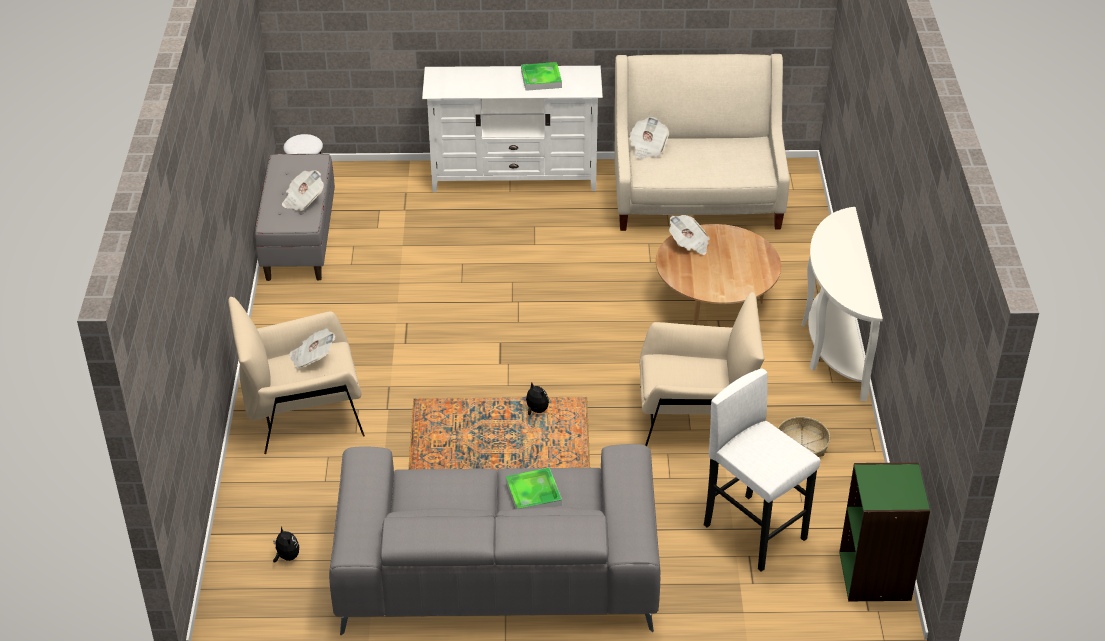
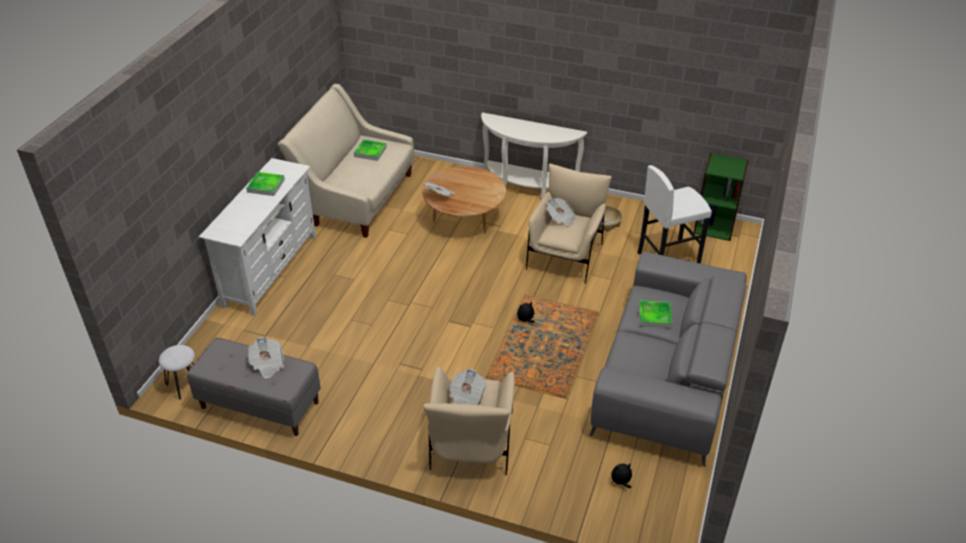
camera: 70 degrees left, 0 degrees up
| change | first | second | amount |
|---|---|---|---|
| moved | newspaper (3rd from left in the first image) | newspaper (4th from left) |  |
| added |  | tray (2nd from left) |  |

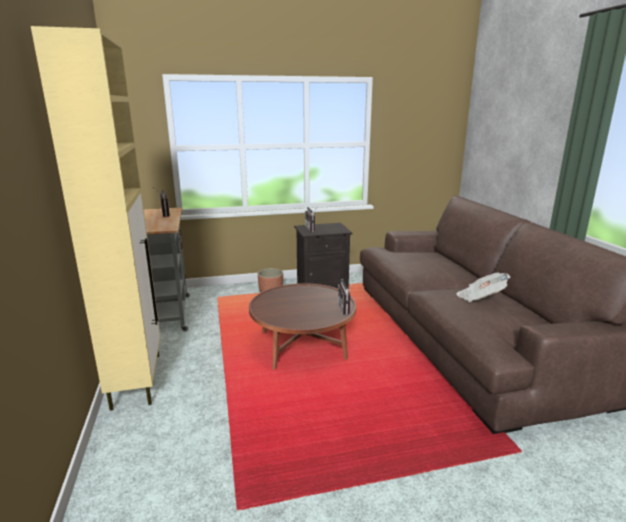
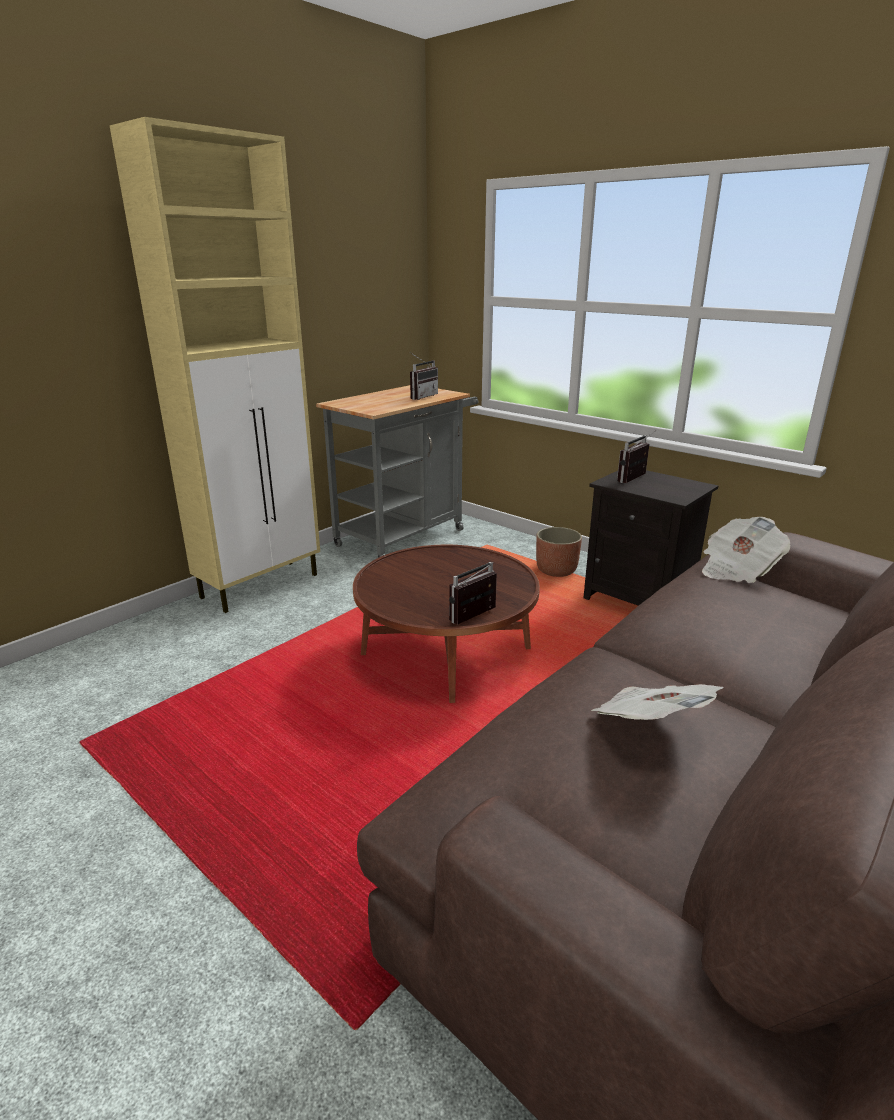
camera: 55 degrees right, 5 degrees up
| change | first | second | amount |
|---|---|---|---|
| added |  | newspaper (2nd from left) |  |

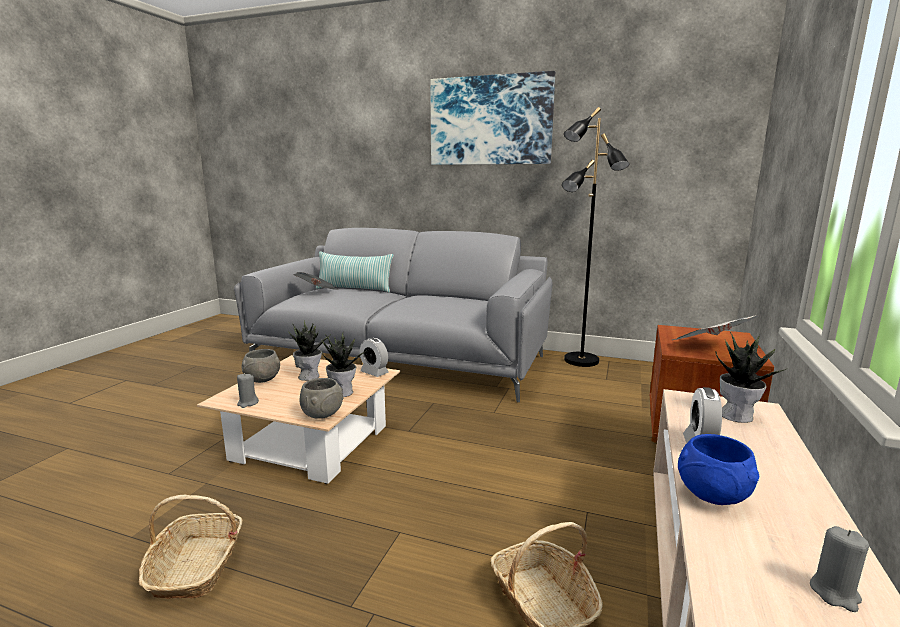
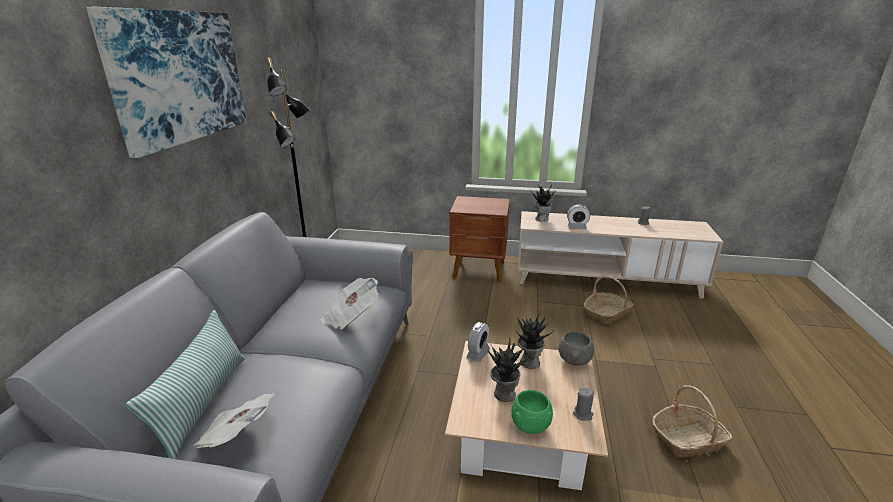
camera: 100 degrees left, 10 degrees up
| change | first | second | amount |
|---|---|---|---|
| recoloured | grey bowl (1st from left) | green bowl |  |
| moved | newspaper (2nd from left) |  |  |
| removed | blue bowl |  |  |

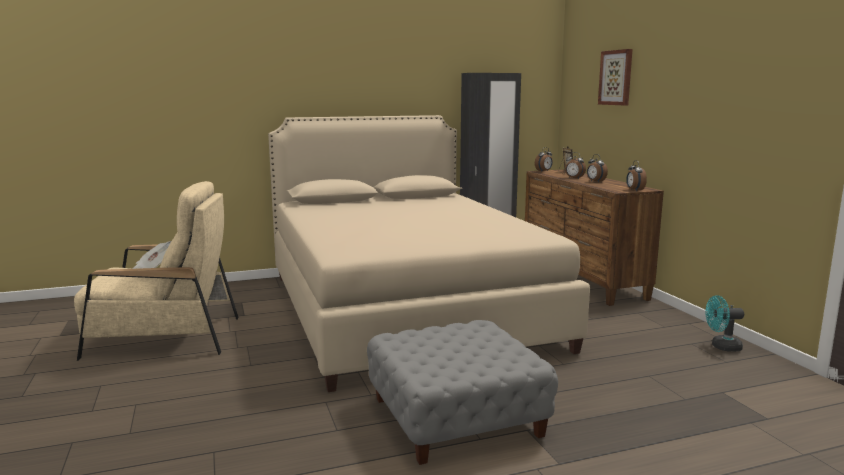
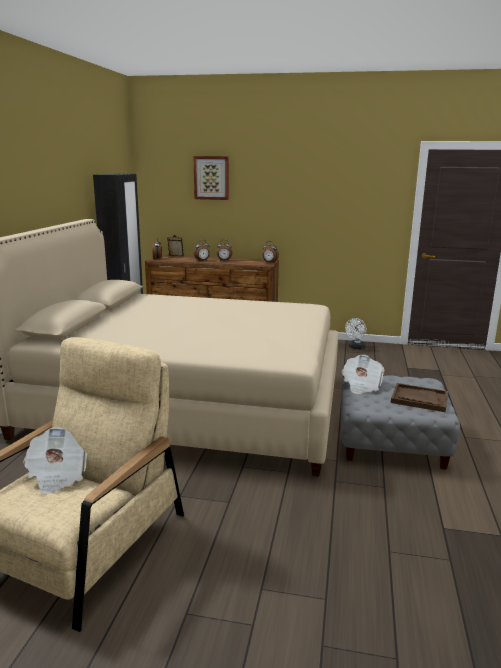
camera: 60 degrees left, 5 degrees up
| change | first | second | amount |
|---|---|---|---|
| recoloured | turquoise fan | white fan |  |
| added |  | newspaper (2nd from left) |  |
| added |  | brown tray |  |

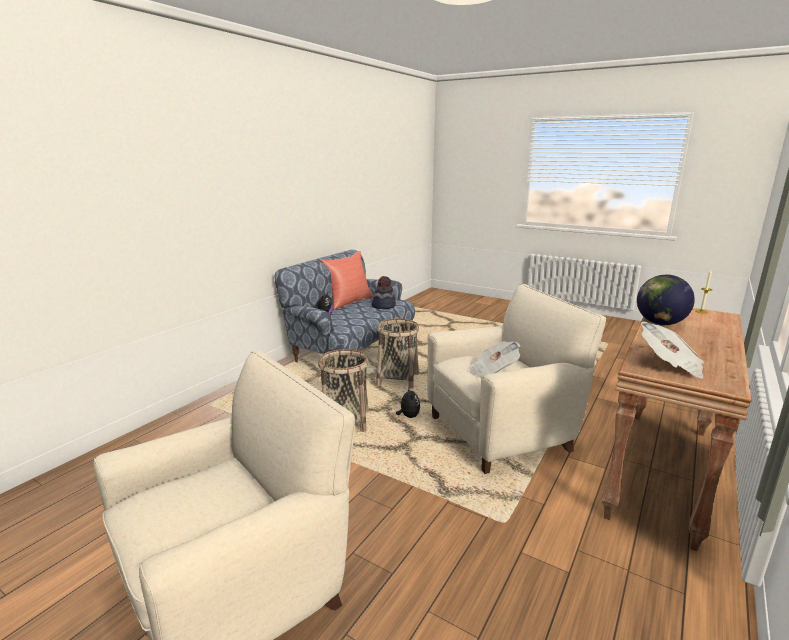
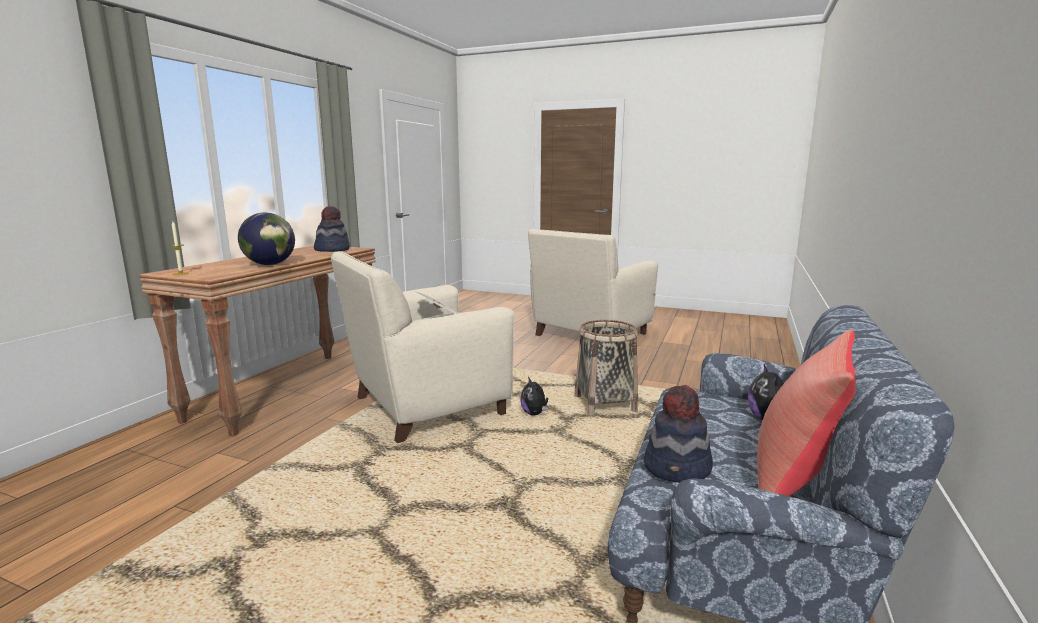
camera: 170 degrees right, 5 degrees down
| change | first | second | amount |
|---|---|---|---|
| removed | basket (2nd from left) |  |  |
| replaced | newspaper (2nd from left) | hat (1st from left) |  |

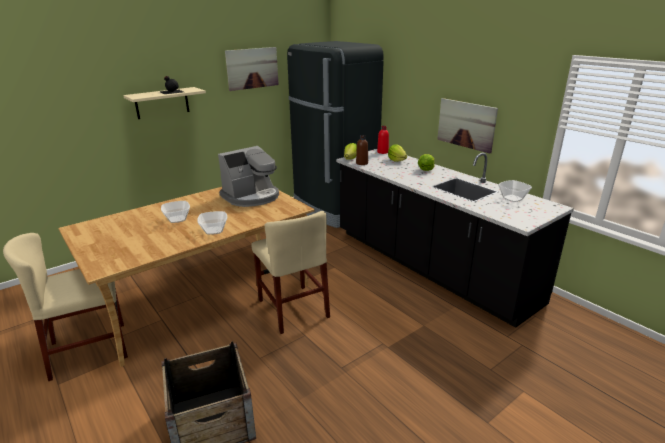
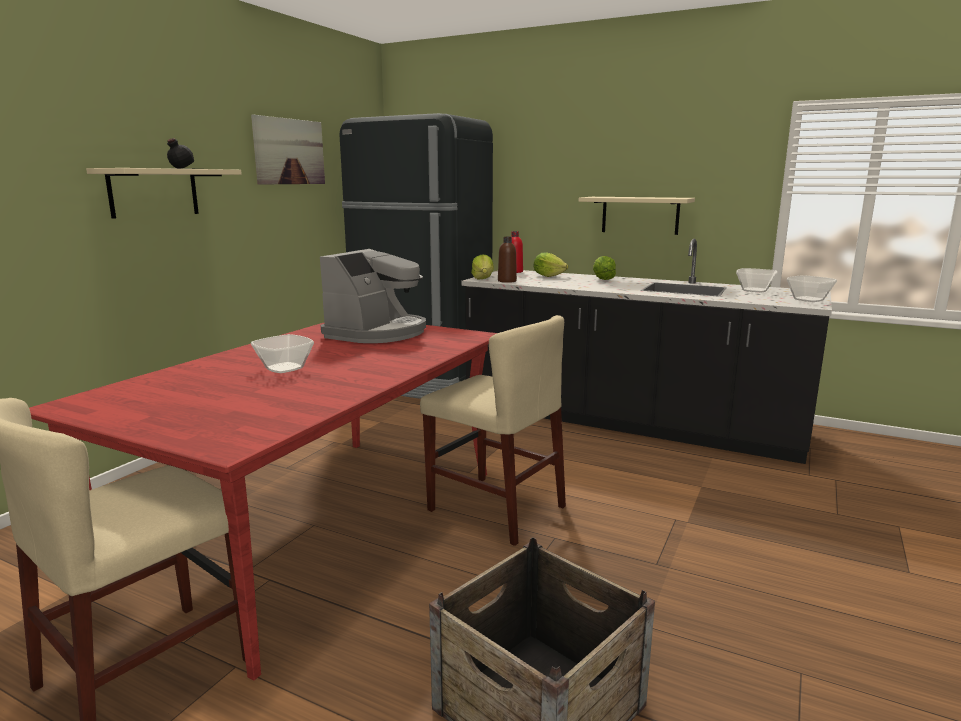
camera: 25 degrees left, 10 degrees down
| change | first | second | amount |
|---|---|---|---|
| recoloured | beige dining table | red dining table |  |
| moved | bowl (2nd from left in the first image) | bowl (3rd from left) |  |
| replaced | picture (2nd from left) | beige shelf (2nd from left) |  |

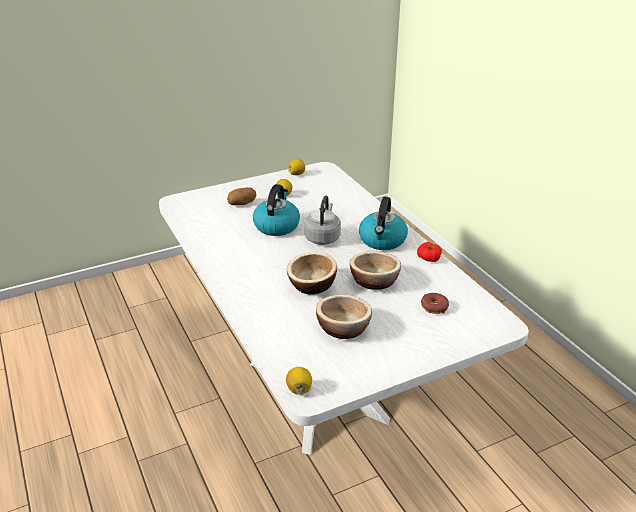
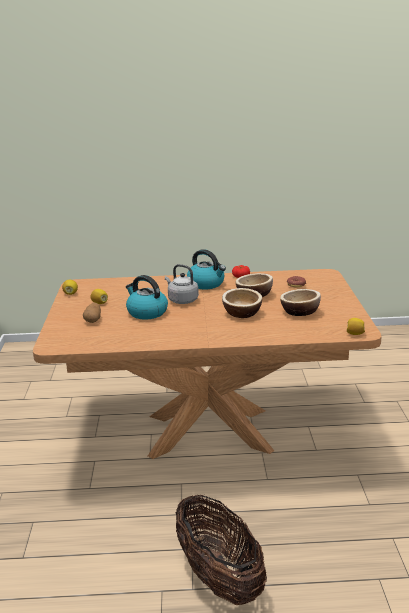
camera: 65 degrees left, 10 degrees down
| change | first | second | amount |
|---|---|---|---|
| recoloured | white dining table | brown dining table |  |
| added |  | basket |  |

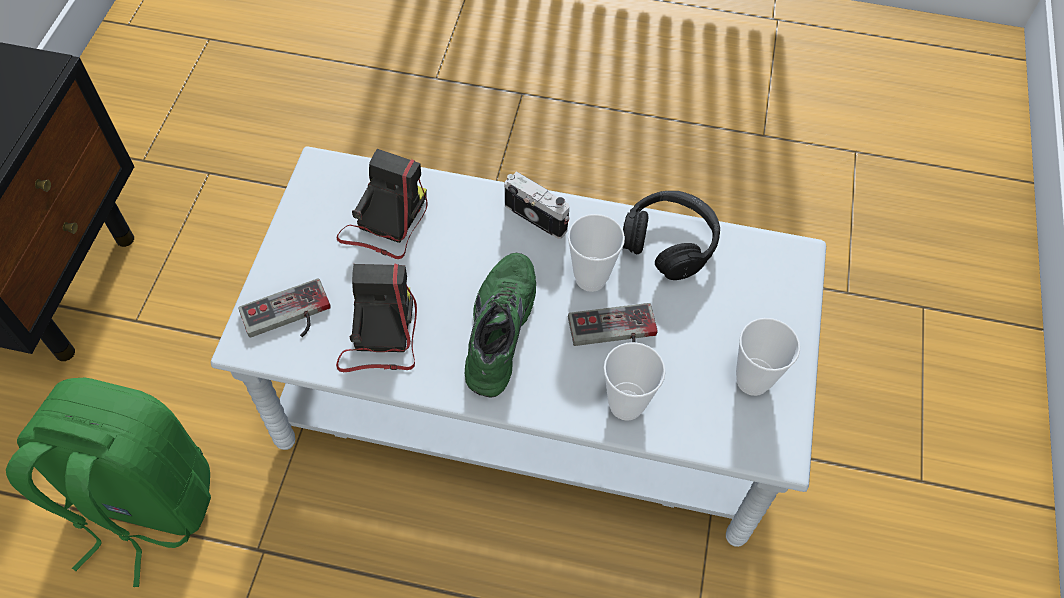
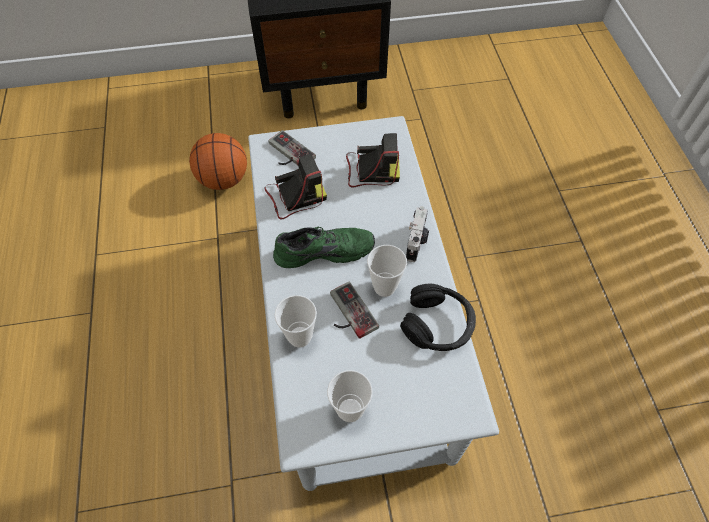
camera: 70 degrees right, 0 degrees up
| change | first | second | amount |
|---|---|---|---|
| replaced | green backpack | basketball |  |

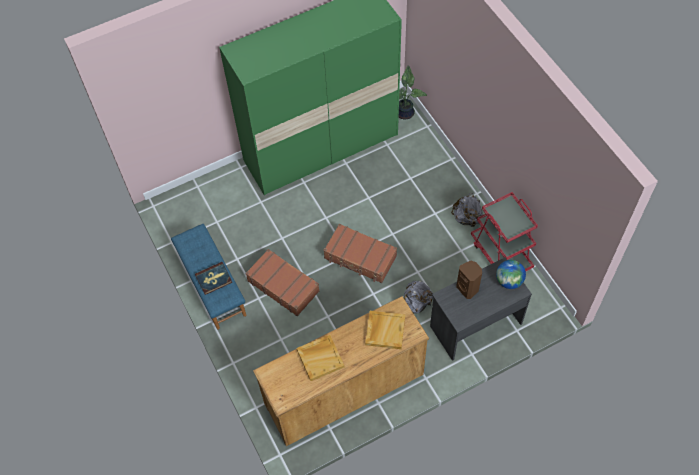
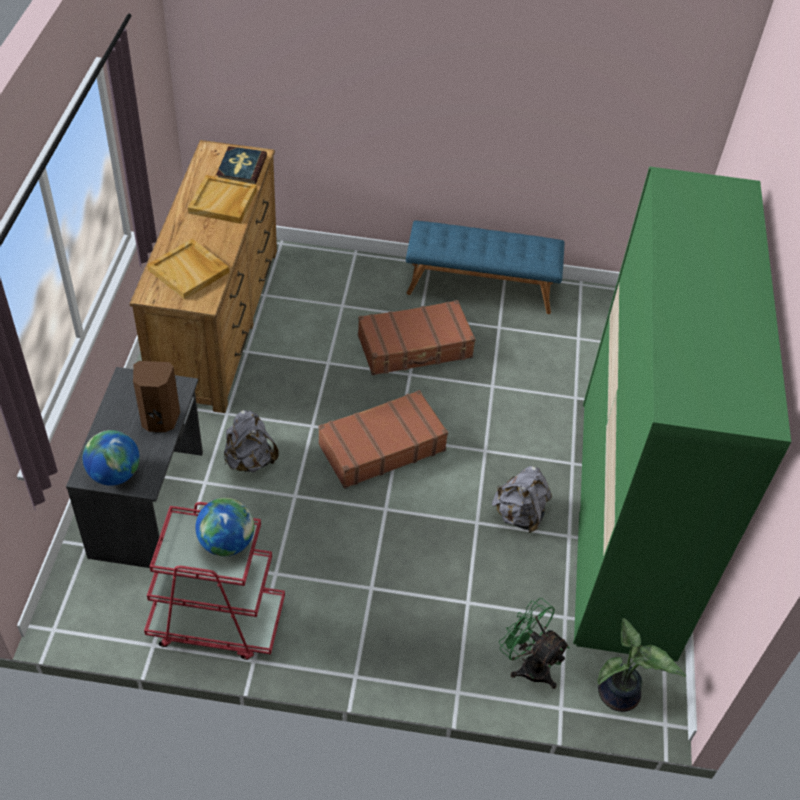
camera: 120 degrees right, 10 degrees down
| change | first | second | amount |
|---|---|---|---|
| moved | book |  |  |
| moved | grey backpack (2nd from left) |  |  |
| added |  | globe (2nd from left) |  |
| added |  | green fan |  |

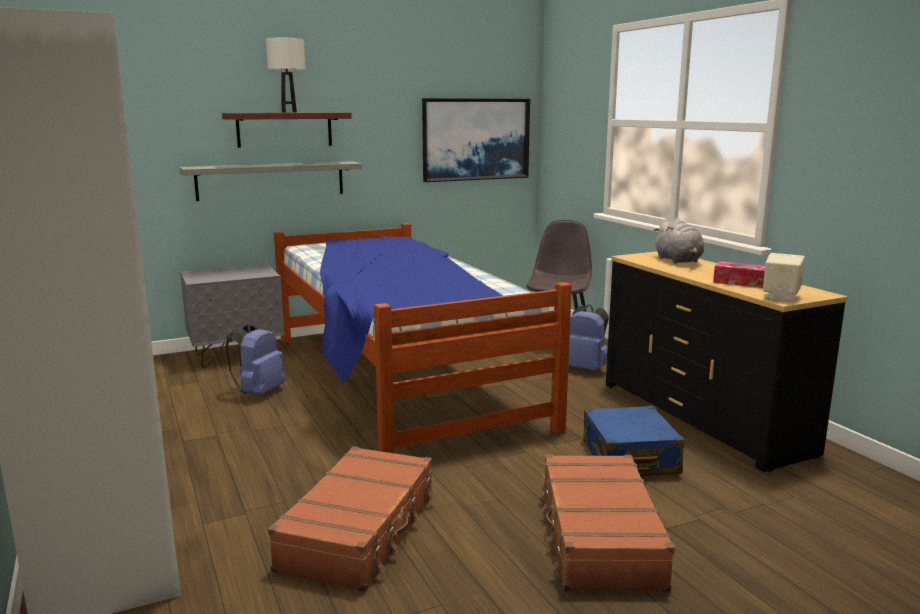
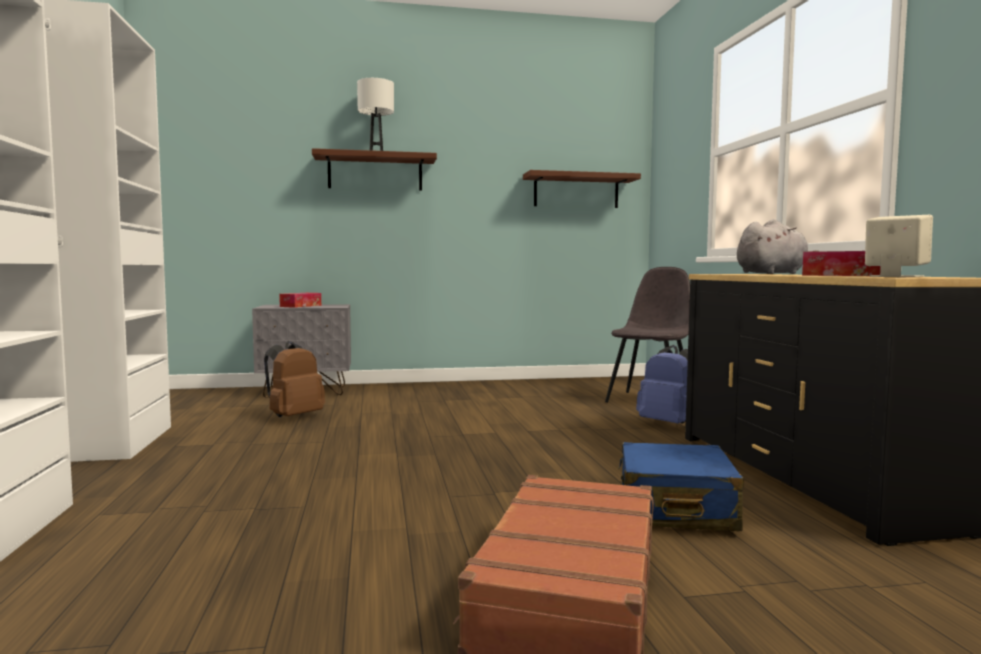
camera: 15 degrees right, 10 degrees down
| change | first | second | amount |
|---|---|---|---|
| removed | grey shelf |  |  |
| recoloured | blue backpack (1st from left) | brown backpack |  |
| removed | brown suitcase (1st from left) |  |  |
| removed | bed |  |  |
| replaced | picture | brown shelf (2nd from left) |  |
| turned | grey plush toy |  | 120 degrees counterclockwise |
| added |  | tissue box (1st from left) |  |

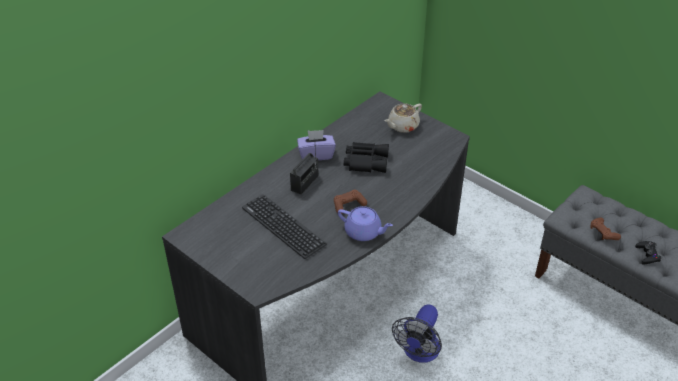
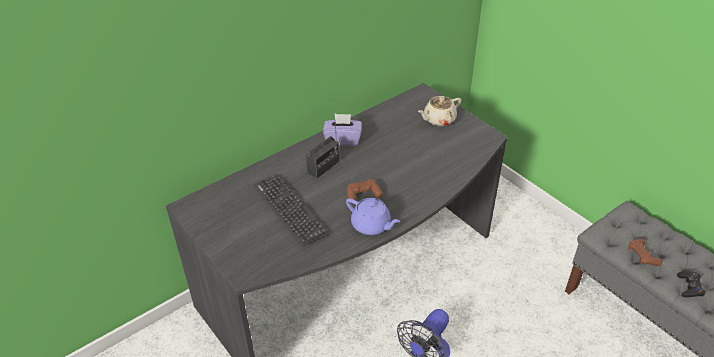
camera: 10 degrees right, 0 degrees up
| change | first | second | amount |
|---|---|---|---|
| removed | black binoculars |  |  |

